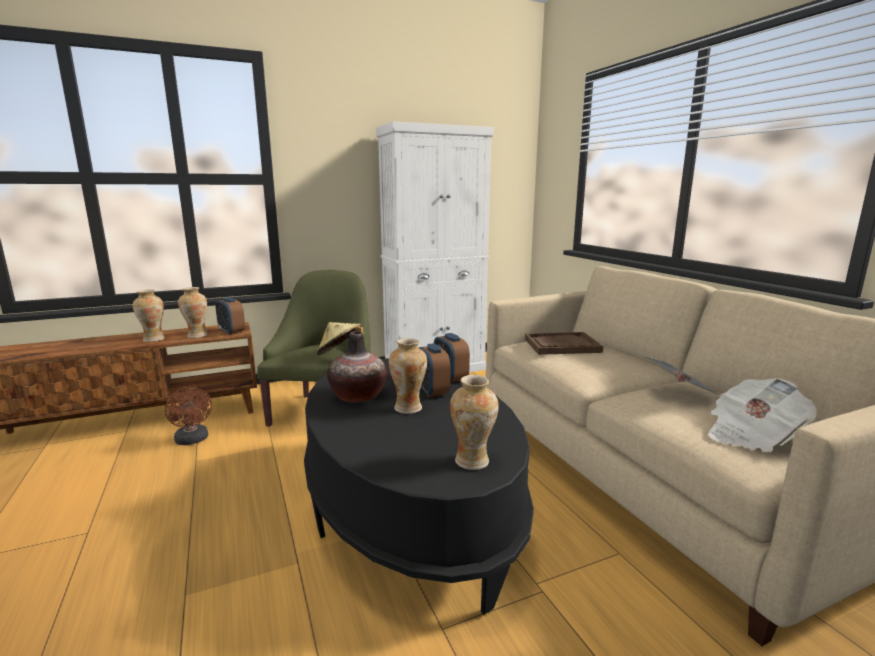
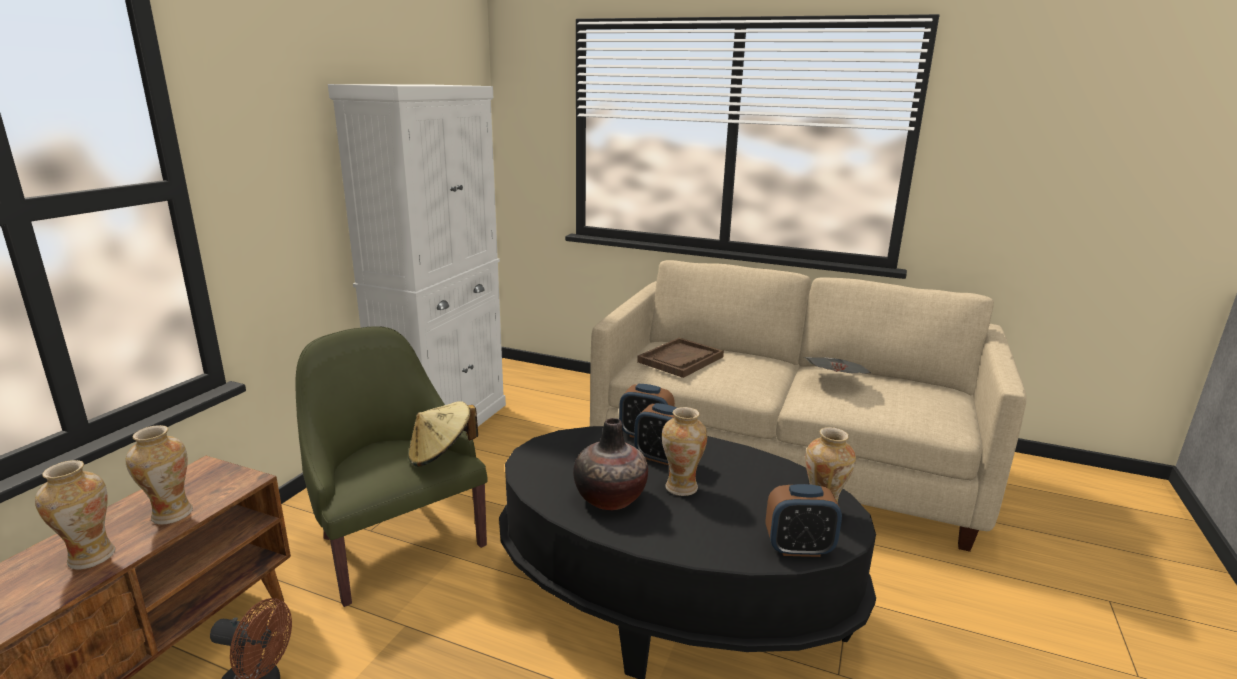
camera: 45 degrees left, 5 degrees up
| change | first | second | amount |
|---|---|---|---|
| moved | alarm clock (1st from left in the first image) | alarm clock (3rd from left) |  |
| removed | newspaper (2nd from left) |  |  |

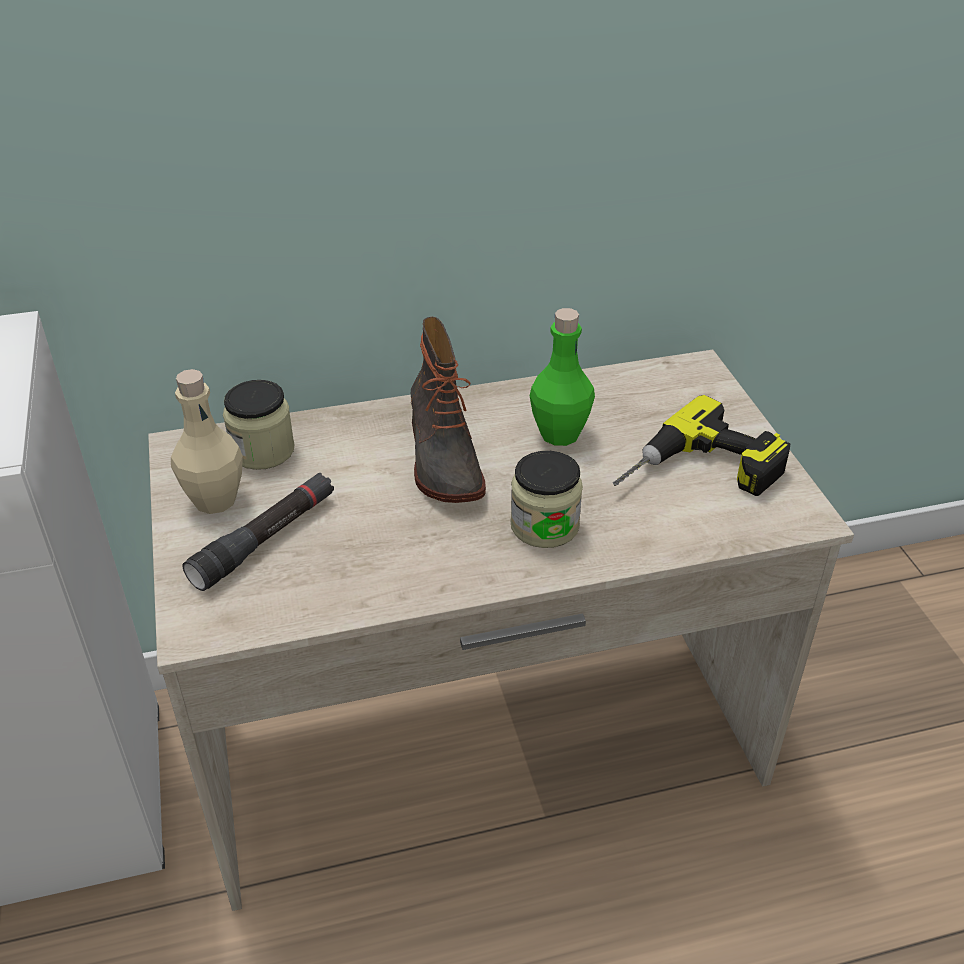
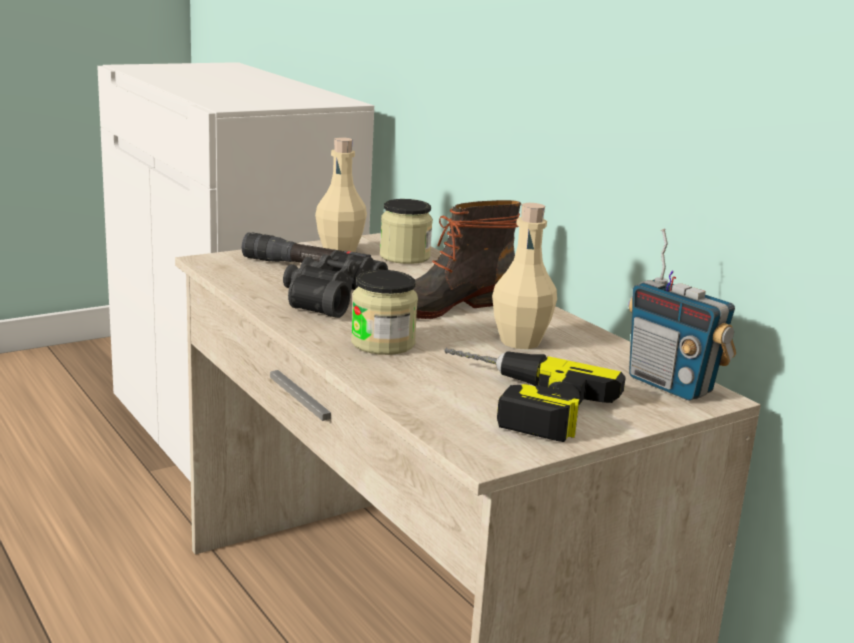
camera: 70 degrees right, 20 degrees down
| change | first | second | amount |
|---|---|---|---|
| recoloured | green bottle | beige bottle (2nd from left) |  |
| added |  | black binoculars |  |
| added |  | radio |  |

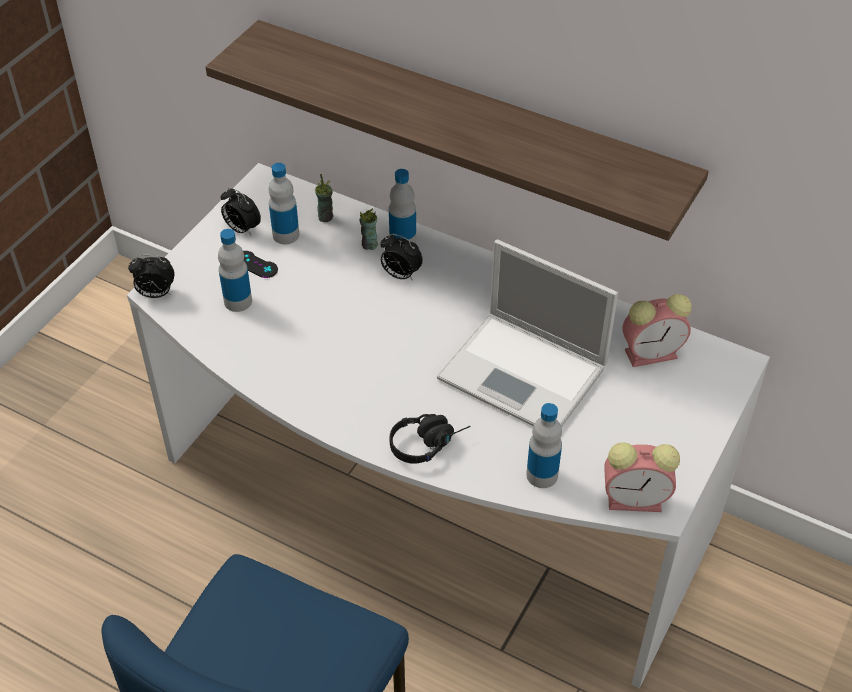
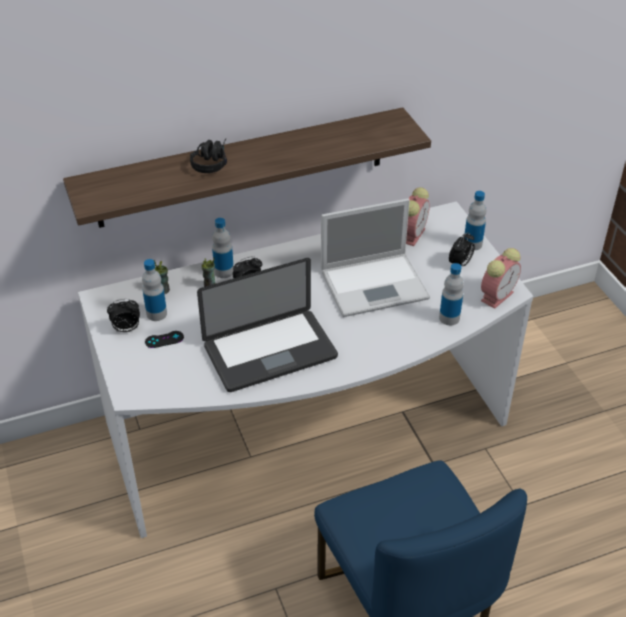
camera: 50 degrees left, 5 degrees down
| change | first | second | amount |
|---|---|---|---|
| moved | alarm clock (1st from left in the first image) | alarm clock (4th from left) |  |
| moved | bottle (1st from left in the first image) | bottle (4th from left) |  |
| moved | black headphones |  |  |
| added |  | laptop (1st from left) |  |

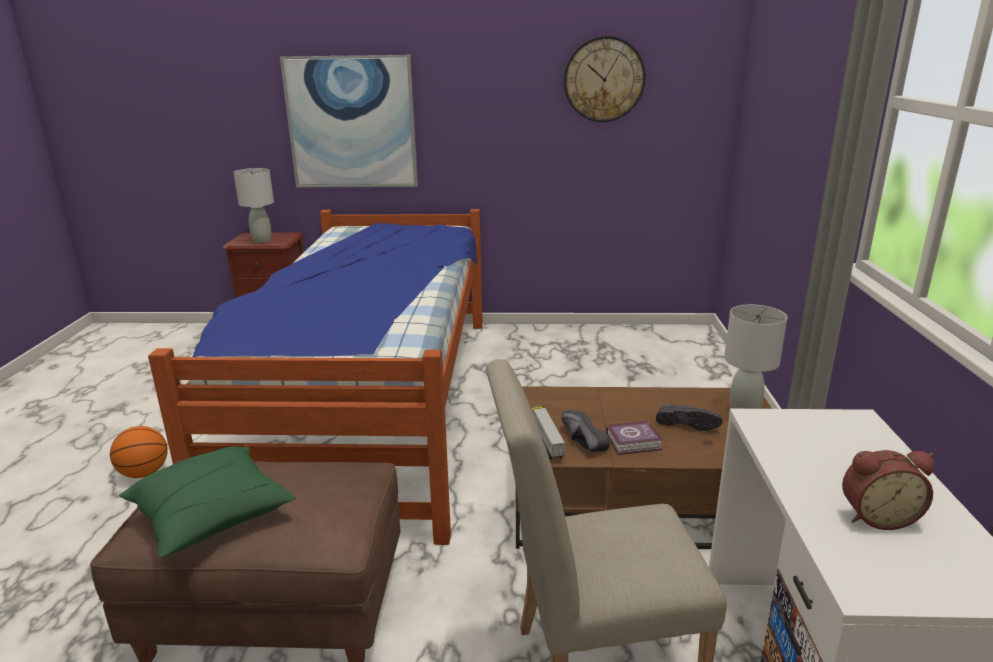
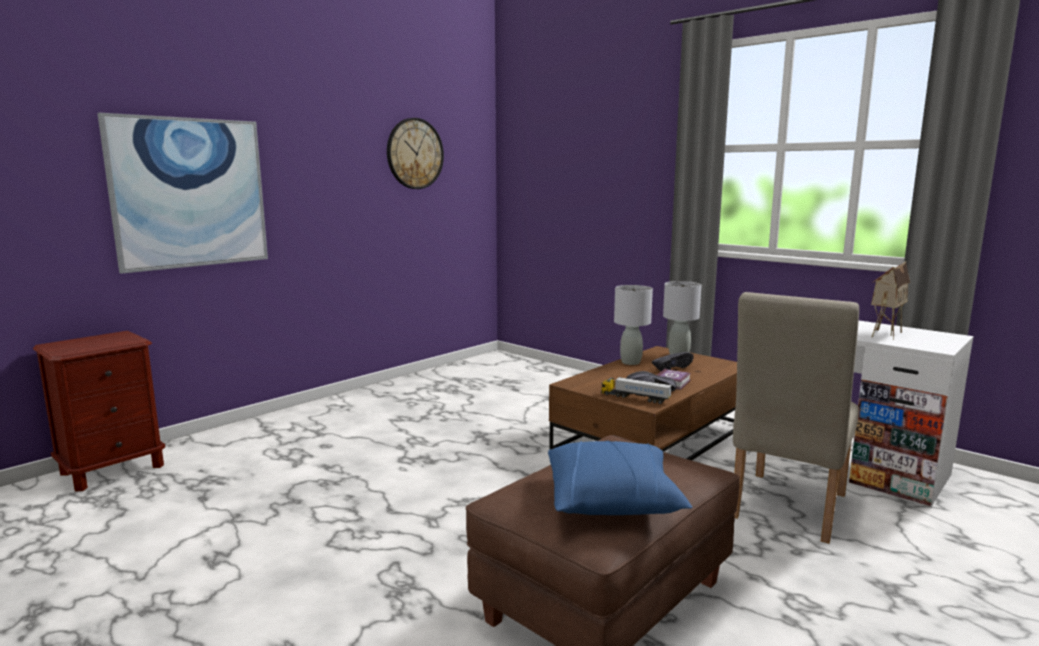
camera: 50 degrees left, 10 degrees down
| change | first | second | amount |
|---|---|---|---|
| removed | basketball |  |  |
| recoloured | green pillow | blue pillow |  |
| removed | bed |  |  |
| moved | grey table lamp (1st from left) |  |  |
| replaced | alarm clock | toy house |  |

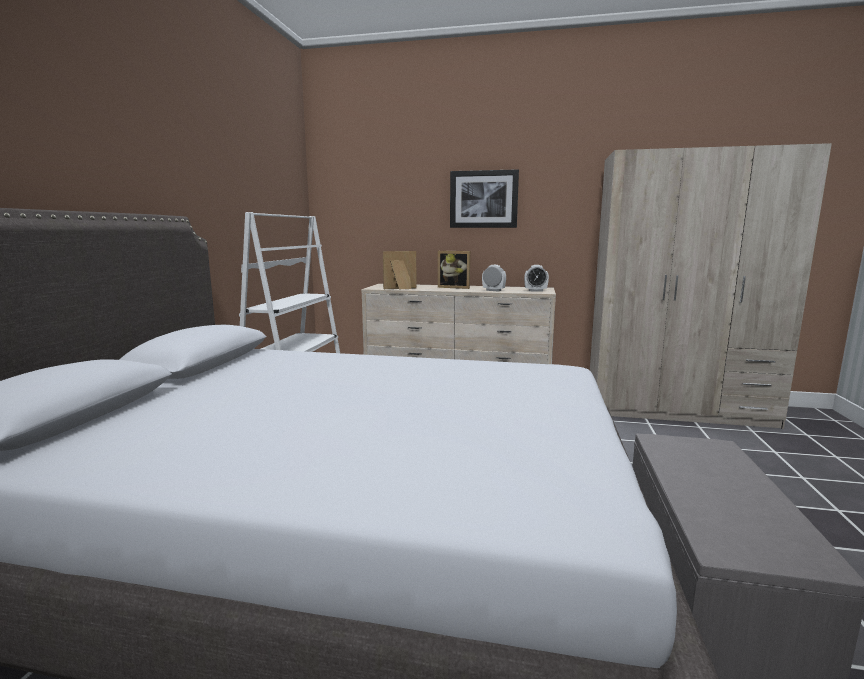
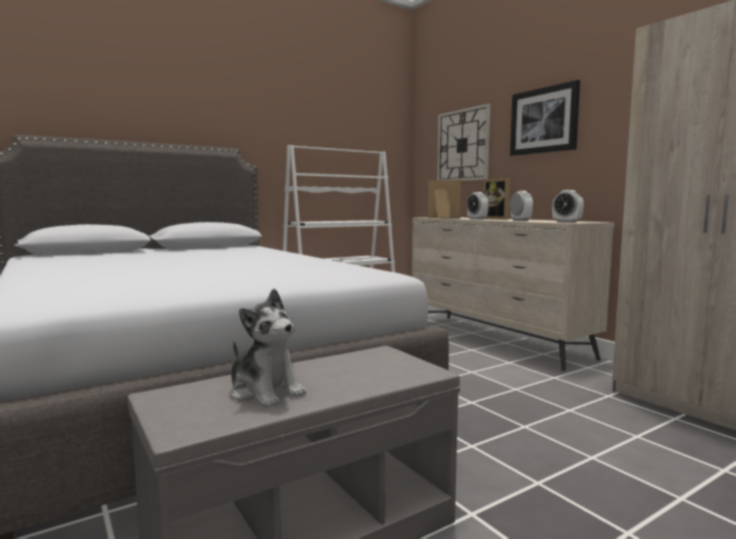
camera: 45 degrees right, 5 degrees down
| change | first | second | amount |
|---|---|---|---|
| added |  | plush toy |  |
| added |  | wall clock |  |
| added |  | alarm clock (1st from left) |  |

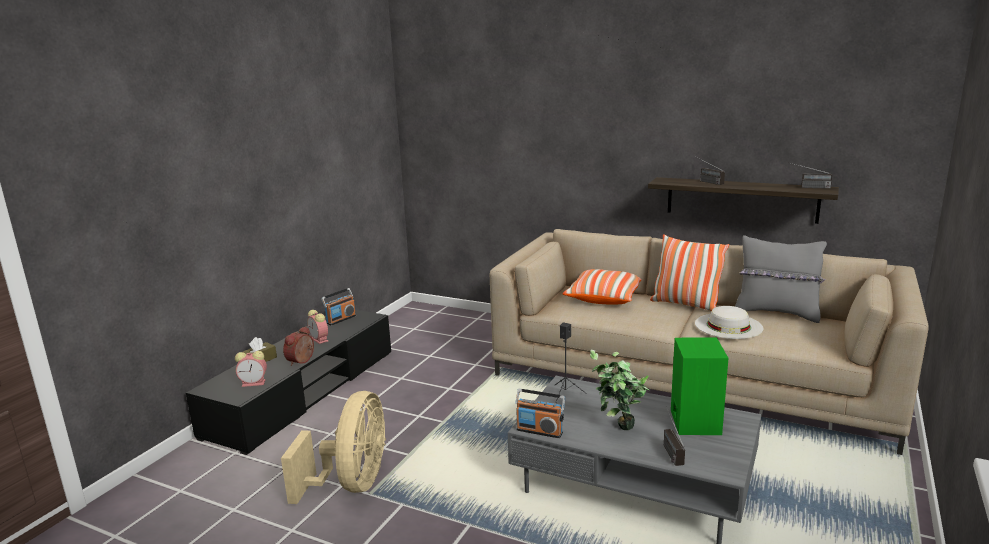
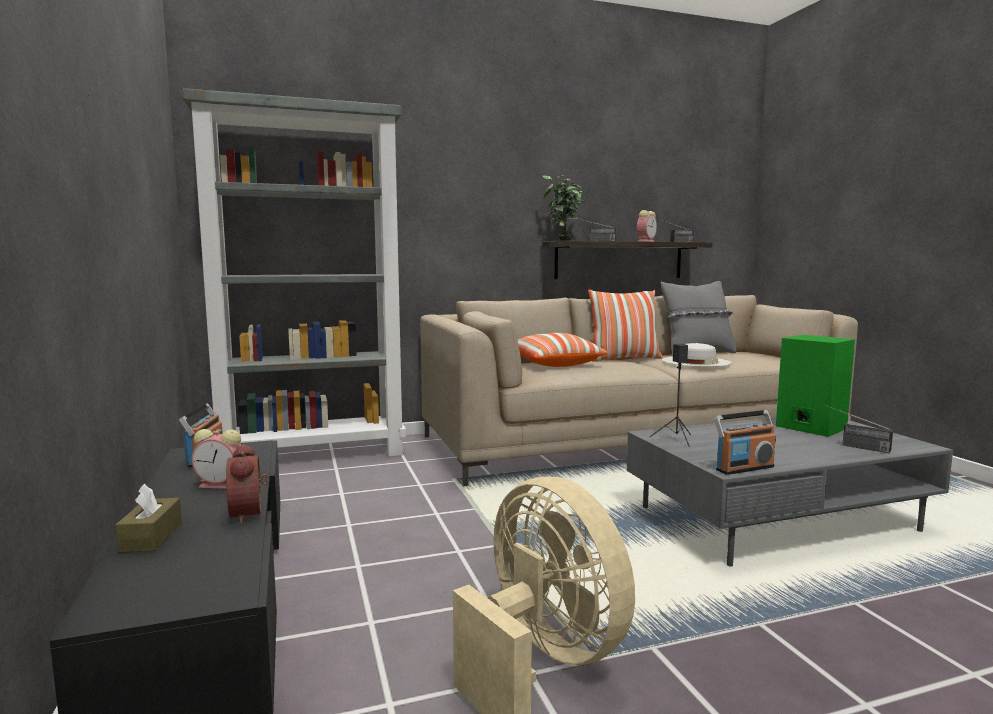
camera: 45 degrees left, 10 degrees down
| change | first | second | amount |
|---|---|---|---|
| moved | alarm clock (1st from left in the first image) | alarm clock (3rd from left) |  |
| moved | potted plant |  |  |
| added |  | grey bookcase |  |

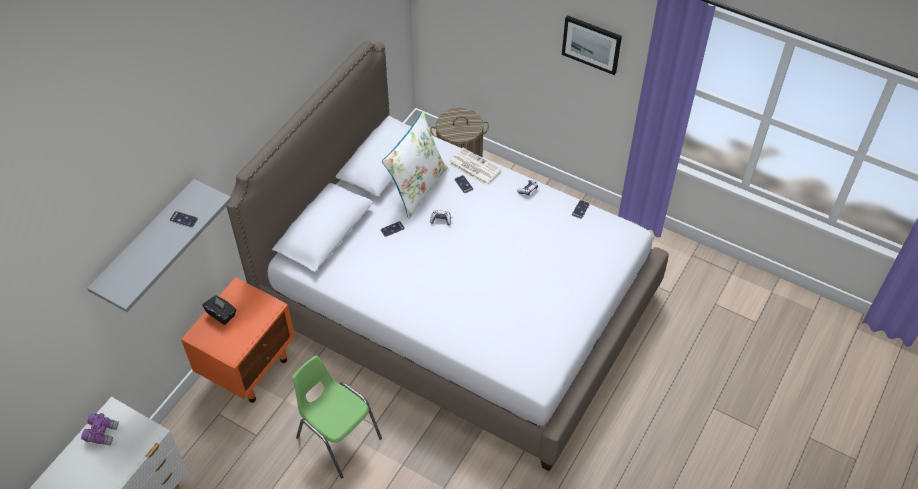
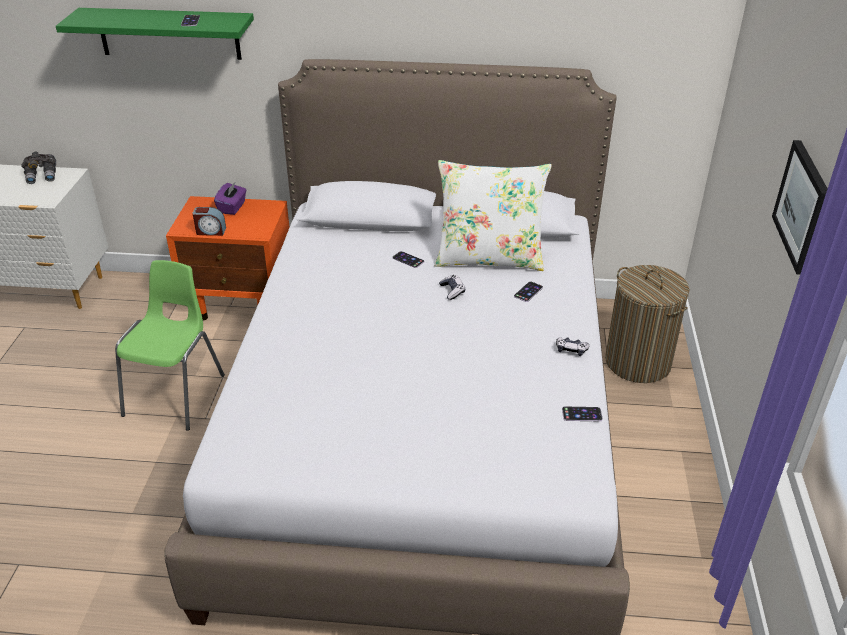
camera: 65 degrees right, 15 degrees down
| change | first | second | amount |
|---|---|---|---|
| recoloured | purple binoculars | grey binoculars |  |
| recoloured | grey shelf | green shelf |  |
| recoloured | black tissue box | purple tissue box |  |
| removed | newspaper |  |  |
| added |  | alarm clock |  |

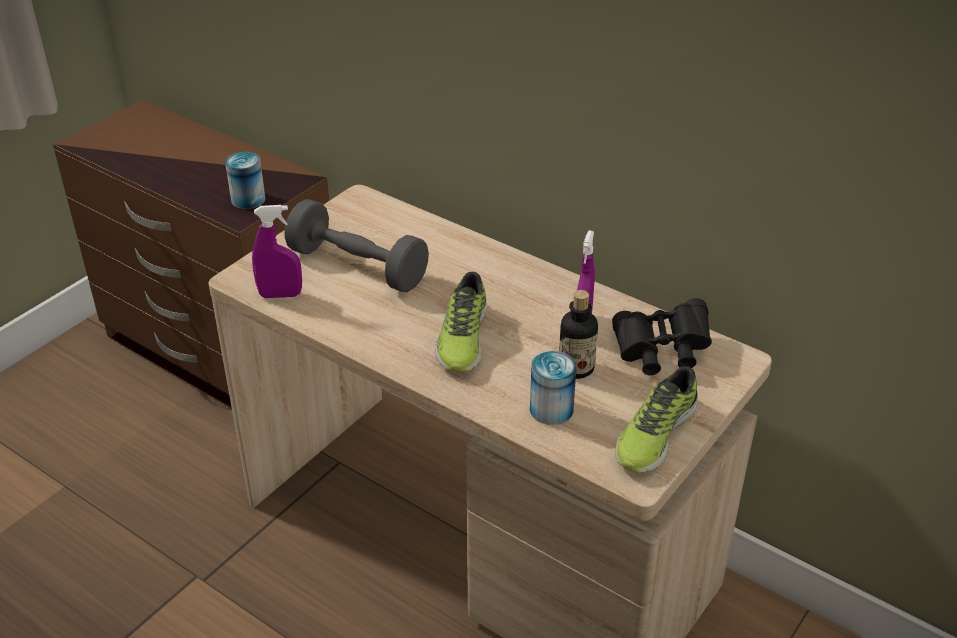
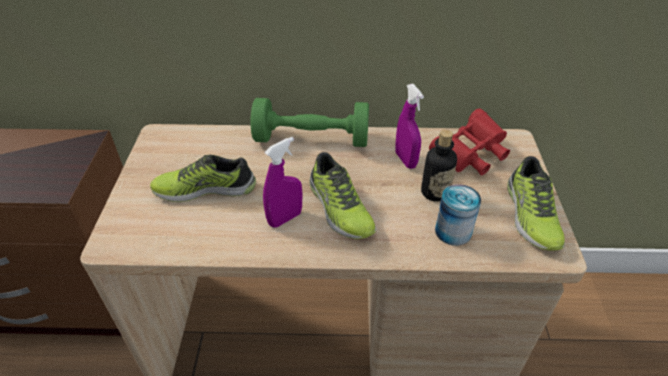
camera: 35 degrees left, 5 degrees up
| change | first | second | amount |
|---|---|---|---|
| removed | can (1st from left) |  |  |
| moved | purple spray bottle (1st from left) |  |  |
| replaced | grey dumbbell | shoe (1st from left) |  |
| recoloured | black binoculars | red binoculars |  |
| added |  | green dumbbell |  |

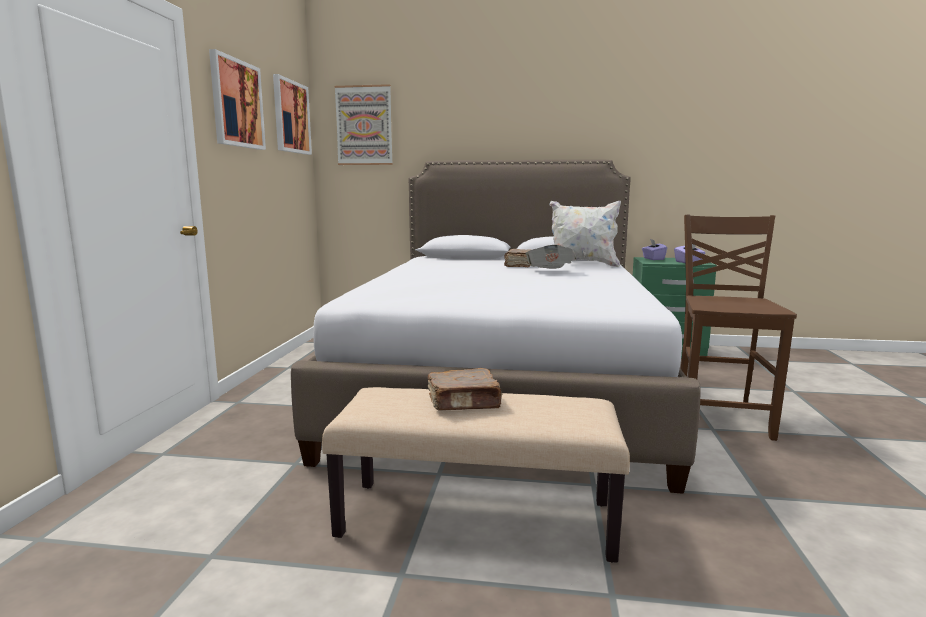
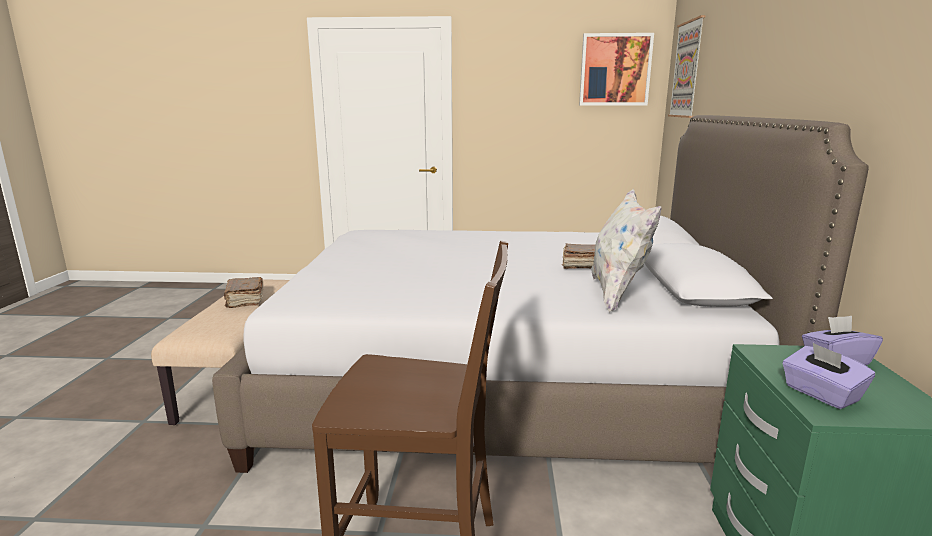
camera: 85 degrees right, 5 degrees up
| change | first | second | amount |
|---|---|---|---|
| removed | picture (1st from left) |  |  |
| removed | newspaper |  |  |

